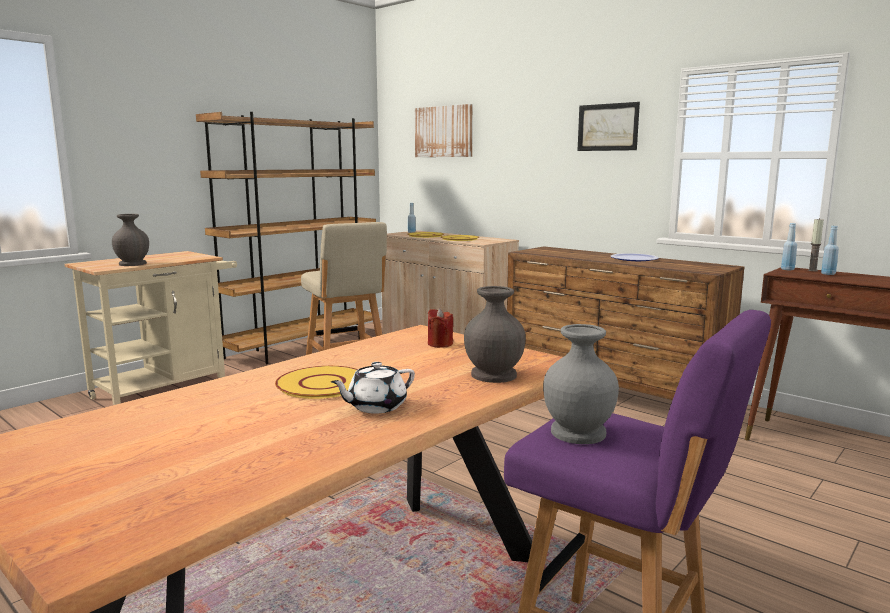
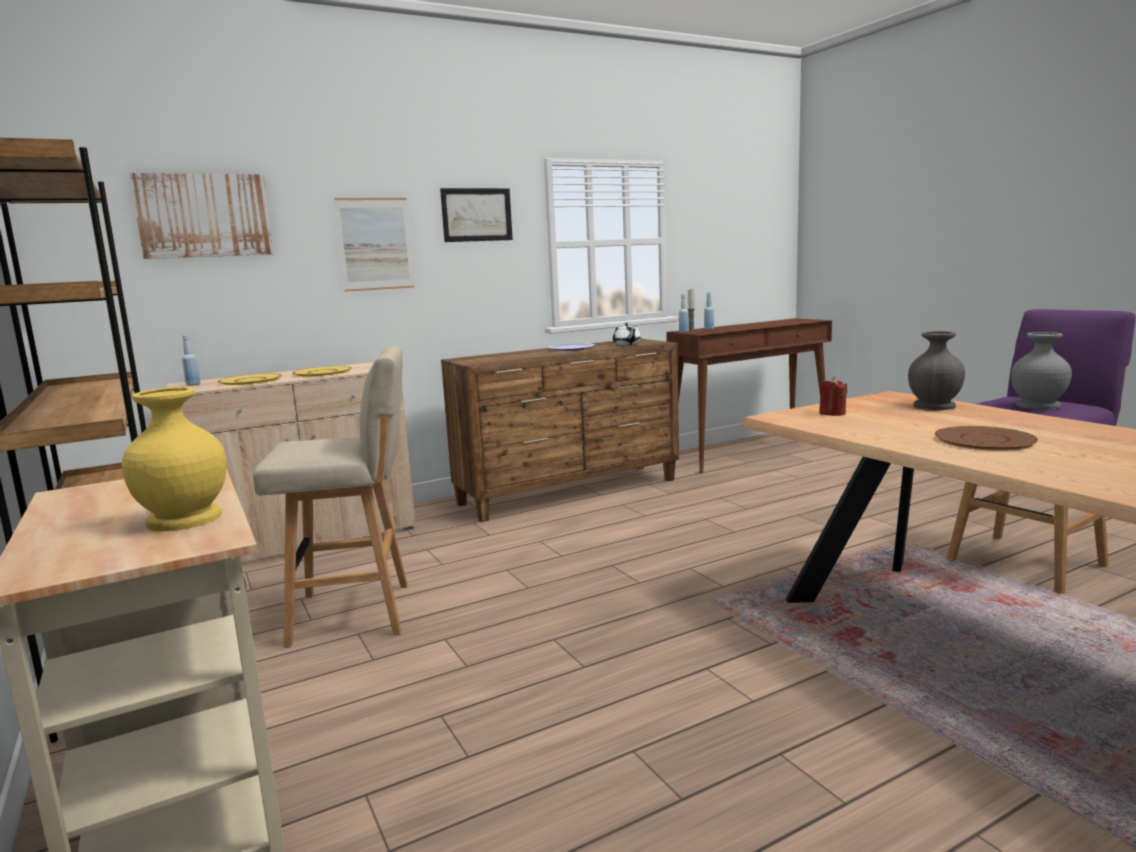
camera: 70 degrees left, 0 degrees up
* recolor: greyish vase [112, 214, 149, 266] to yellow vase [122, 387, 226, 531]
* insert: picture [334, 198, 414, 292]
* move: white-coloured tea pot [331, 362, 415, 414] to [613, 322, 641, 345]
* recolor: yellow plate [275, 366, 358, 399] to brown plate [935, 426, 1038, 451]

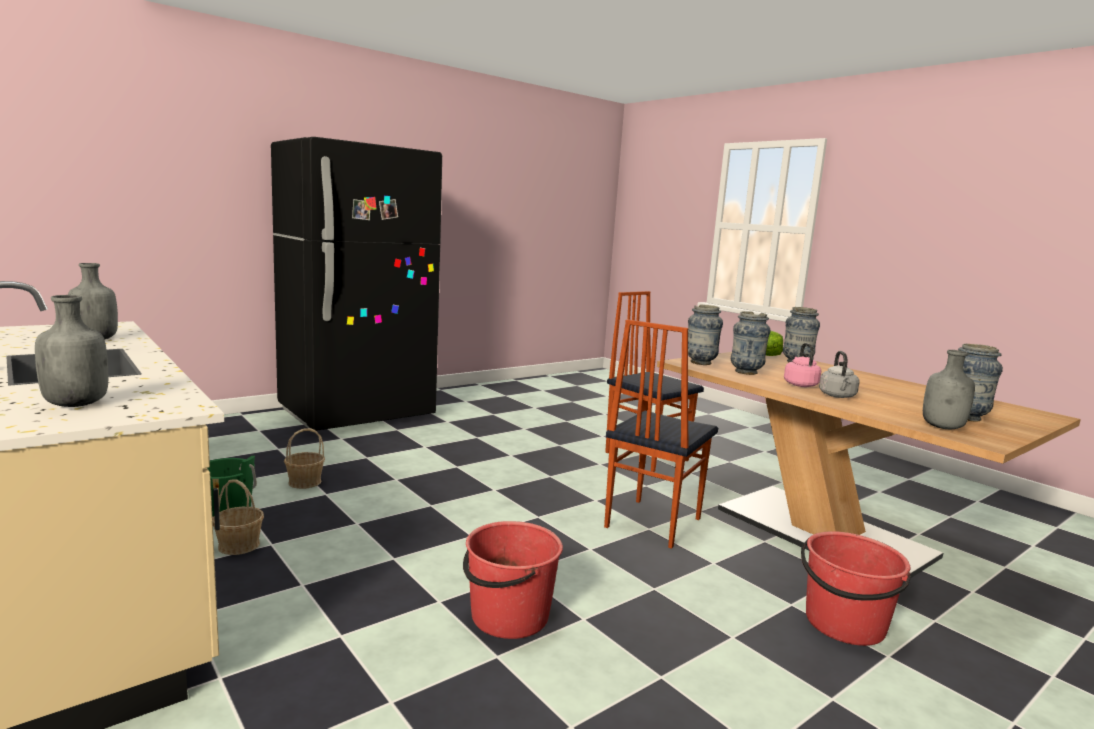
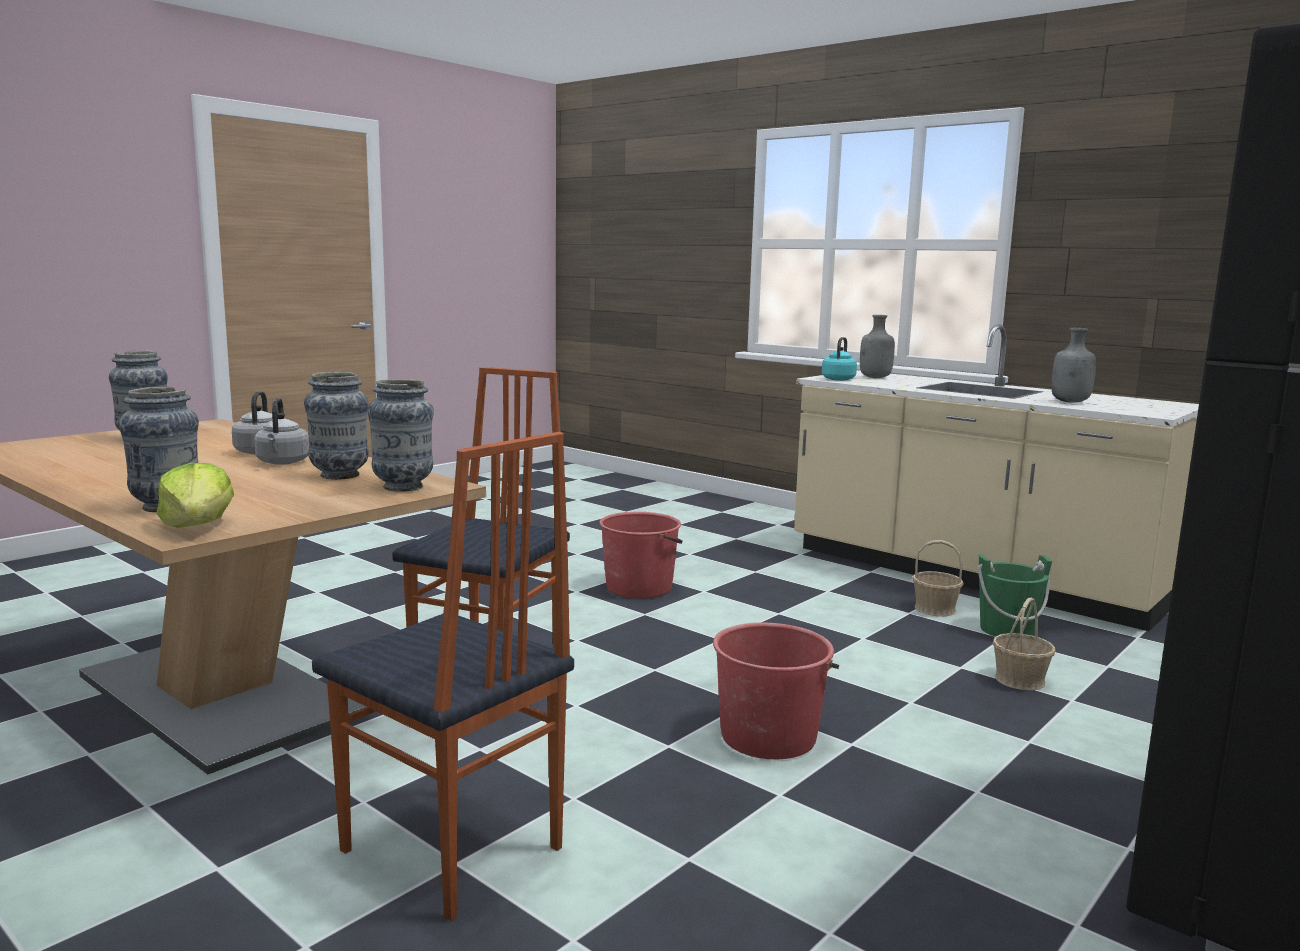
camera: 170 degrees right, 0 degrees up
* recolor: pink-coloured kettle [784, 343, 821, 387] to greyish kettle [254, 398, 309, 465]
* move: red-coloured pail [801, 531, 911, 646] to [713, 623, 839, 760]
* insert: turquoise-coloured kettle [822, 337, 857, 381]
* delete: greyish beverage bottle [923, 350, 975, 429]

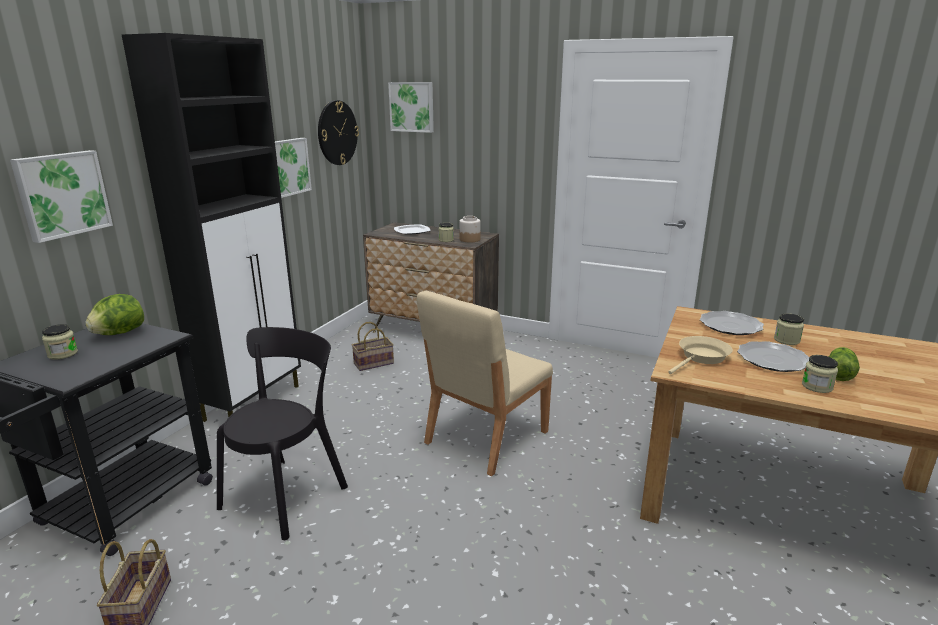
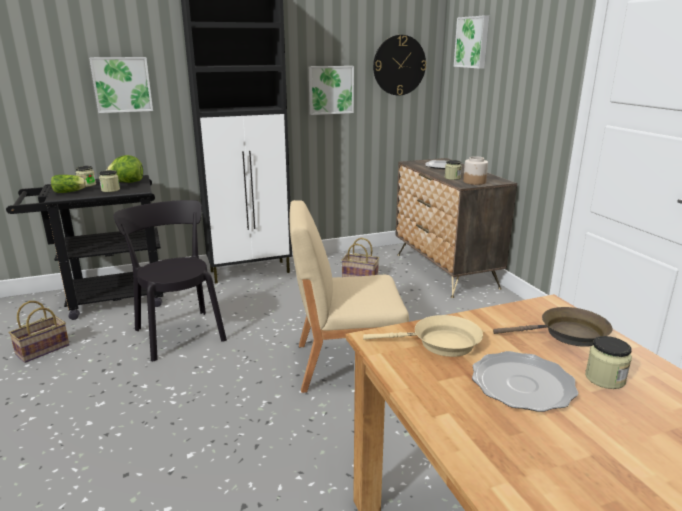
camera: 45 degrees right, 0 degrees up
* move: lettuce head [829, 347, 860, 381] to [51, 175, 87, 193]
* move: jar [802, 355, 838, 393] to [99, 170, 120, 192]
* rotate: black-coloured plain chair [217, 327, 348, 540] = [114, 200, 227, 361] 105 degrees counterclockwise
* replace: plate [700, 311, 764, 335] to brown frying pan [493, 307, 613, 347]

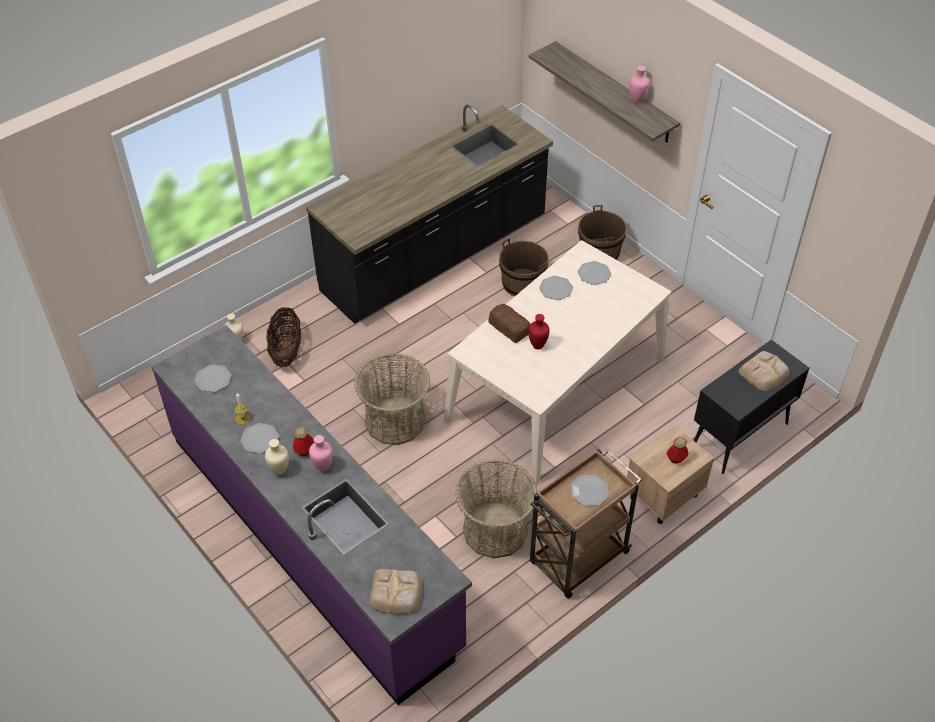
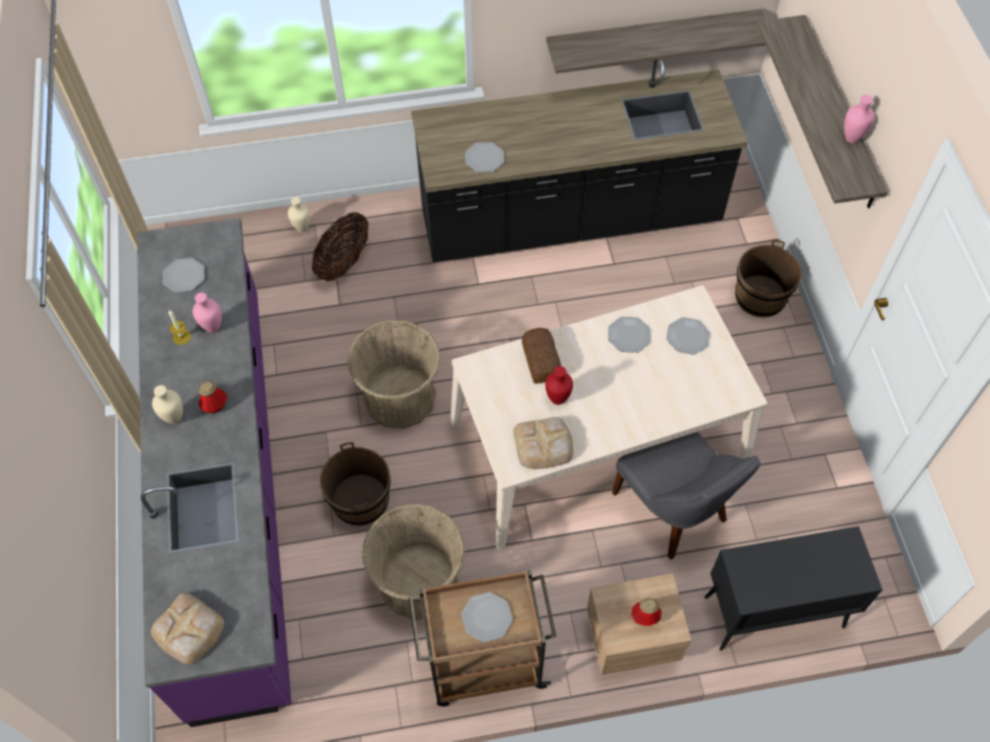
camera: 30 degrees right, 10 degrees up
* move: pink-coloured vase [309, 435, 333, 471] to [193, 293, 222, 333]
* move: brown pail [499, 238, 549, 296] to [320, 442, 391, 526]
* move: plate [240, 423, 279, 454] to [465, 142, 504, 172]
* move: bread [738, 351, 790, 391] to [513, 417, 573, 469]
* insert: shelf [546, 9, 766, 74]
* insert: greyish plain chair [612, 432, 760, 560]

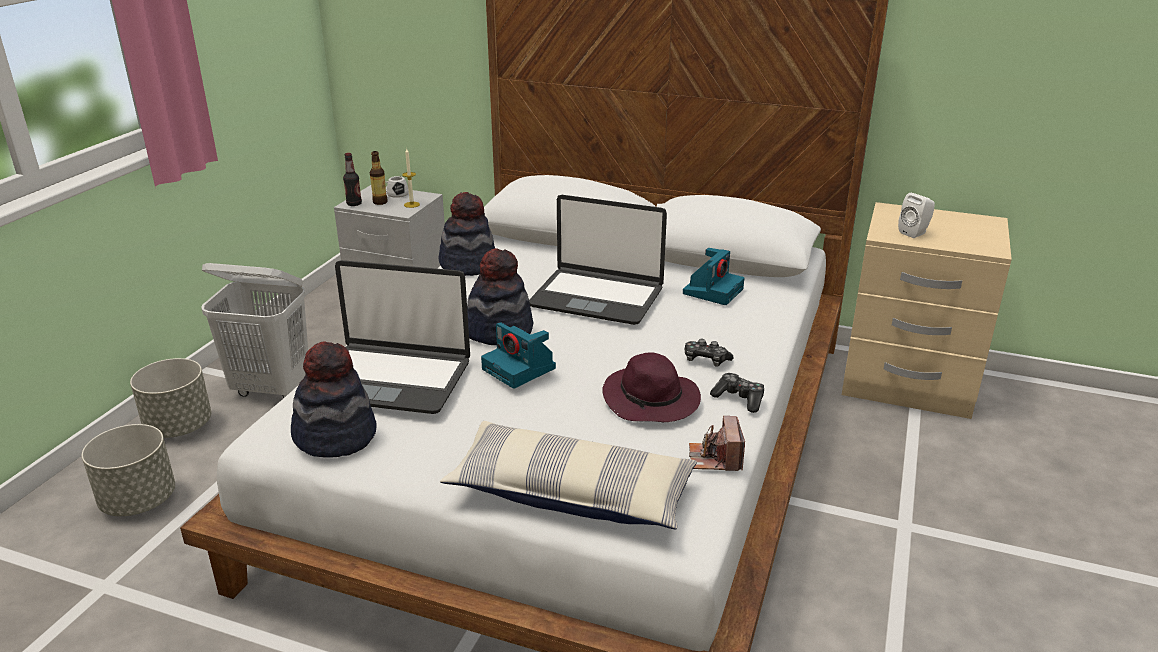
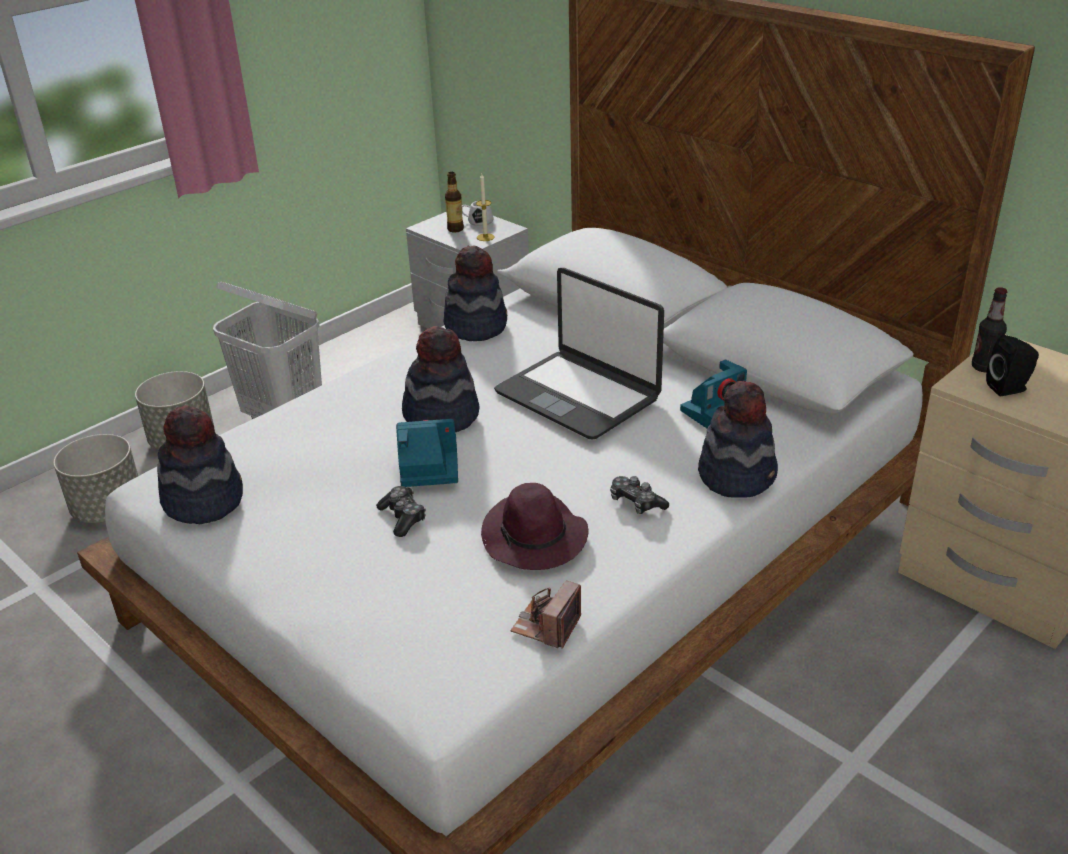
camera: 25 degrees right, 5 degrees up
* move: joypad [710, 373, 764, 413] to [376, 486, 426, 537]
* rotate: still camera [481, 322, 556, 389] = [396, 419, 458, 487] 105 degrees clockwise
* insert: clothing hat [698, 381, 778, 498]
* move: beverage bottle [343, 153, 362, 206] to [972, 287, 1007, 373]
* recolor: white-coloured loudspeaker [898, 193, 935, 238] to black-coloured loudspeaker [986, 335, 1039, 396]
* delete: portable computer [335, 260, 470, 414]
* delete: cushion [440, 421, 697, 529]

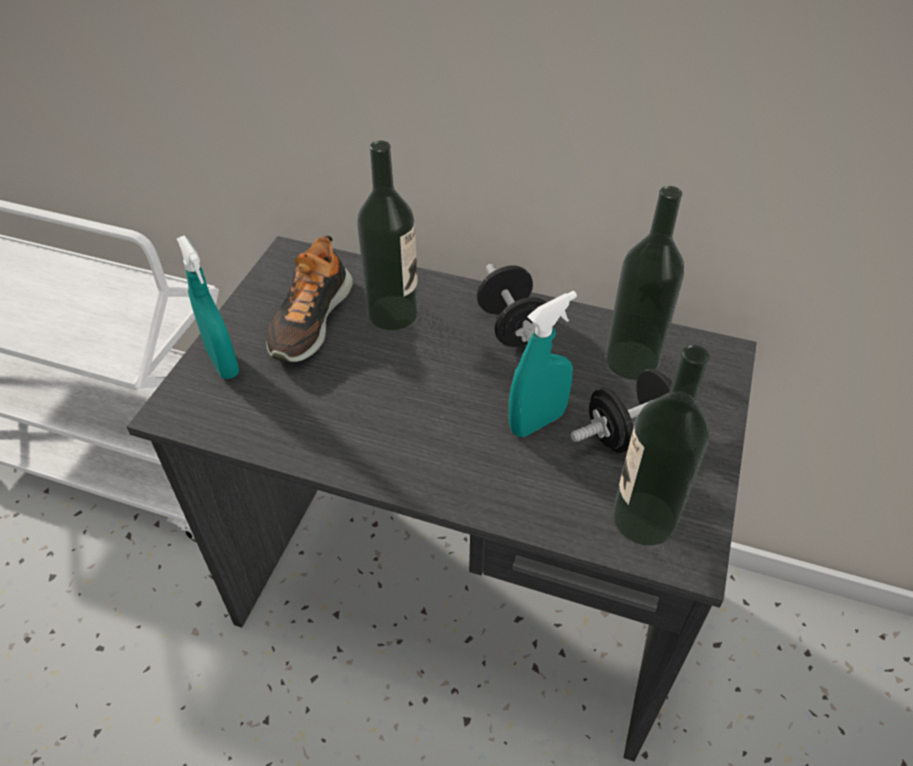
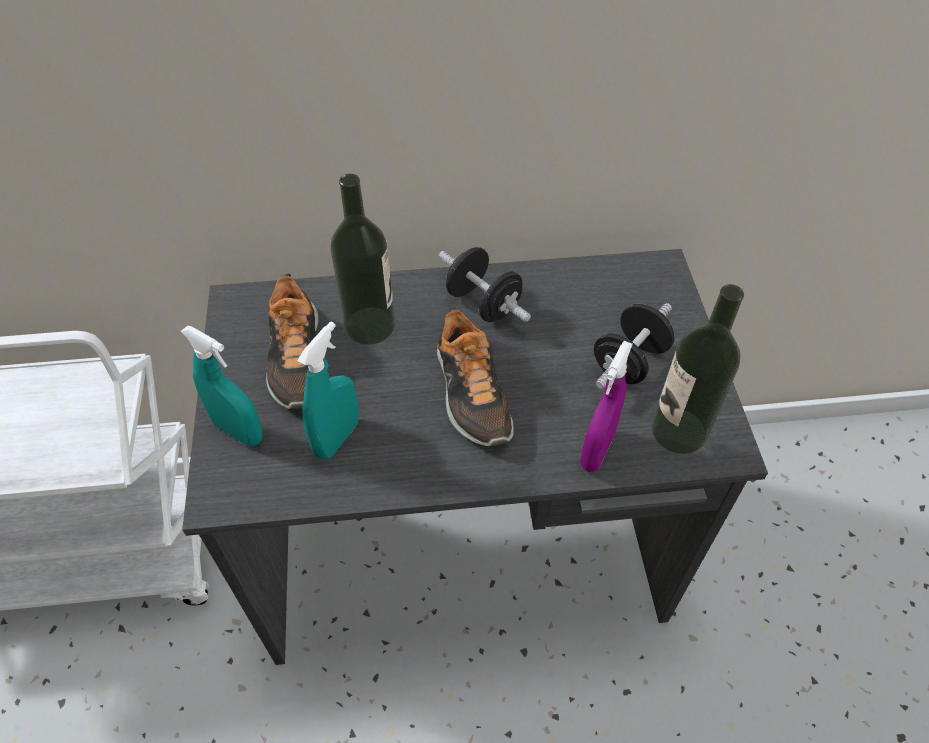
camera: 25 degrees left, 5 degrees up
* move: turquoise-coloured spray bottle [509, 291, 577, 437] to [297, 321, 359, 459]
* insert: item of footwear [437, 307, 514, 447]
* insert: purple-coloured spray bottle [580, 341, 633, 472]
* delete: beverage bottle [605, 186, 684, 380]

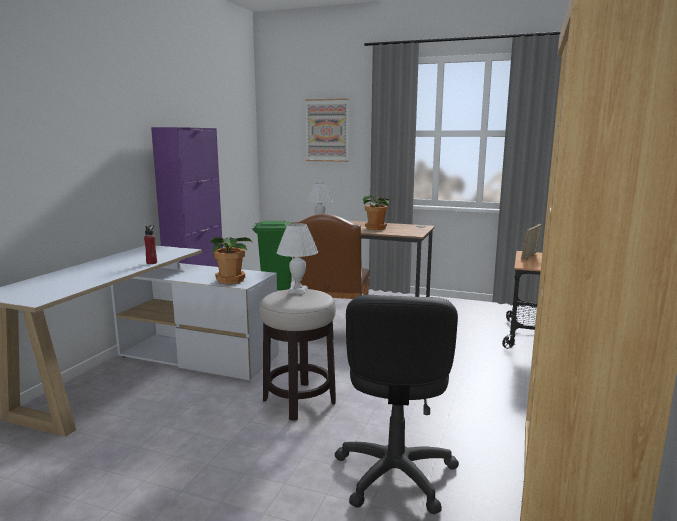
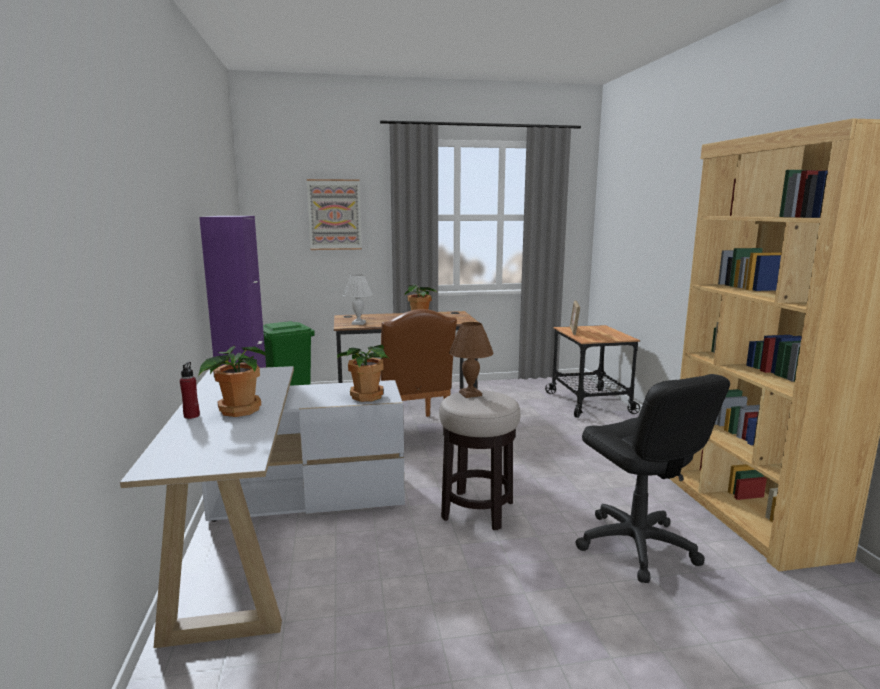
camera: 30 degrees left, 0 degrees up
* move: red-coloured beverage bottle [144, 225, 157, 264] to [180, 362, 200, 419]
* insert: plant in a pot [198, 345, 265, 417]
* recolor: white-coloured lamp for a table [277, 223, 318, 294] to brown lamp for a table [449, 322, 494, 398]

